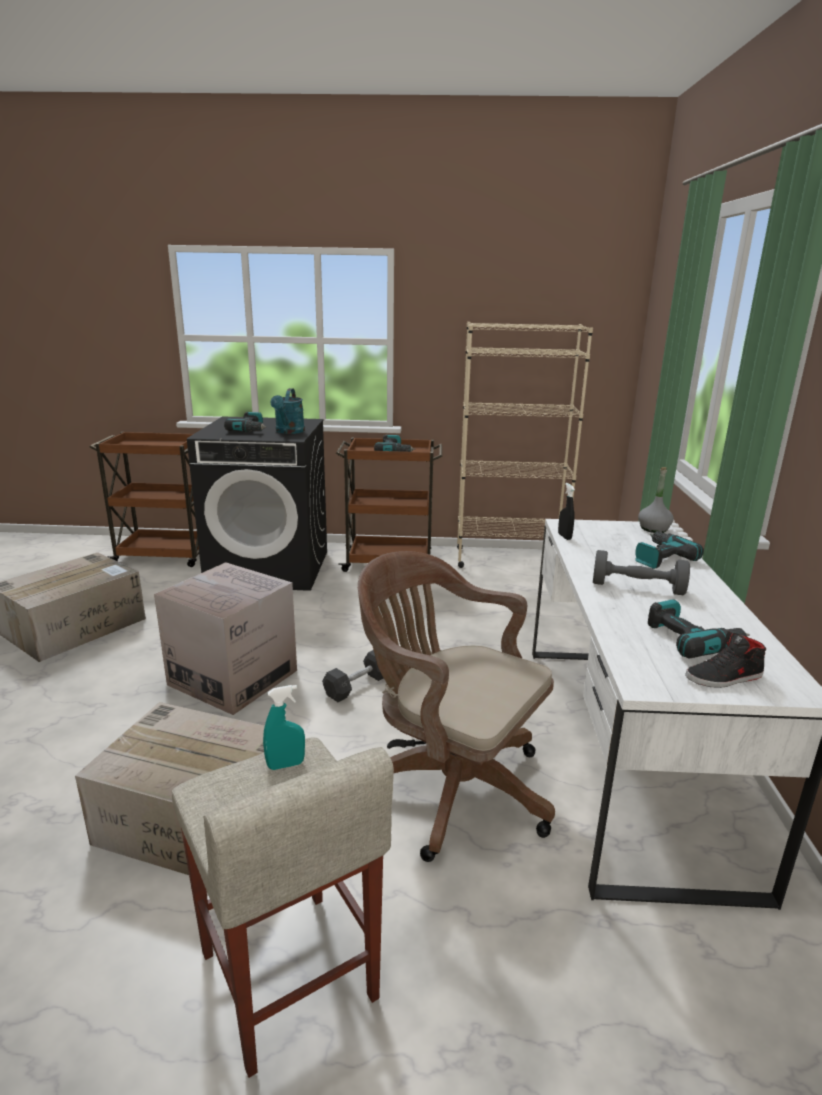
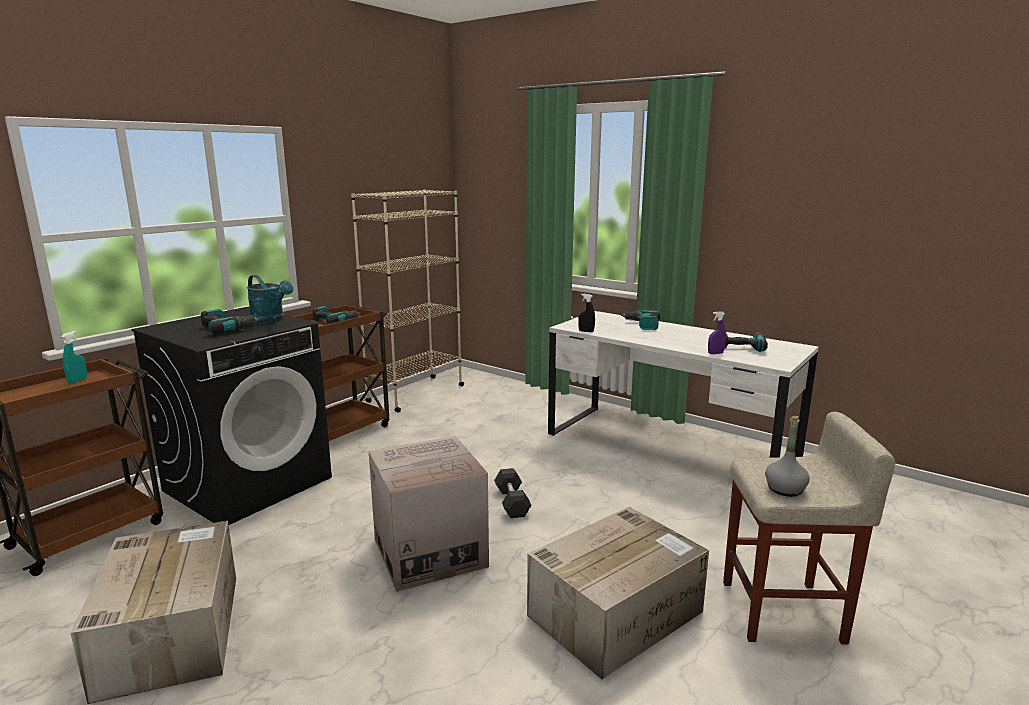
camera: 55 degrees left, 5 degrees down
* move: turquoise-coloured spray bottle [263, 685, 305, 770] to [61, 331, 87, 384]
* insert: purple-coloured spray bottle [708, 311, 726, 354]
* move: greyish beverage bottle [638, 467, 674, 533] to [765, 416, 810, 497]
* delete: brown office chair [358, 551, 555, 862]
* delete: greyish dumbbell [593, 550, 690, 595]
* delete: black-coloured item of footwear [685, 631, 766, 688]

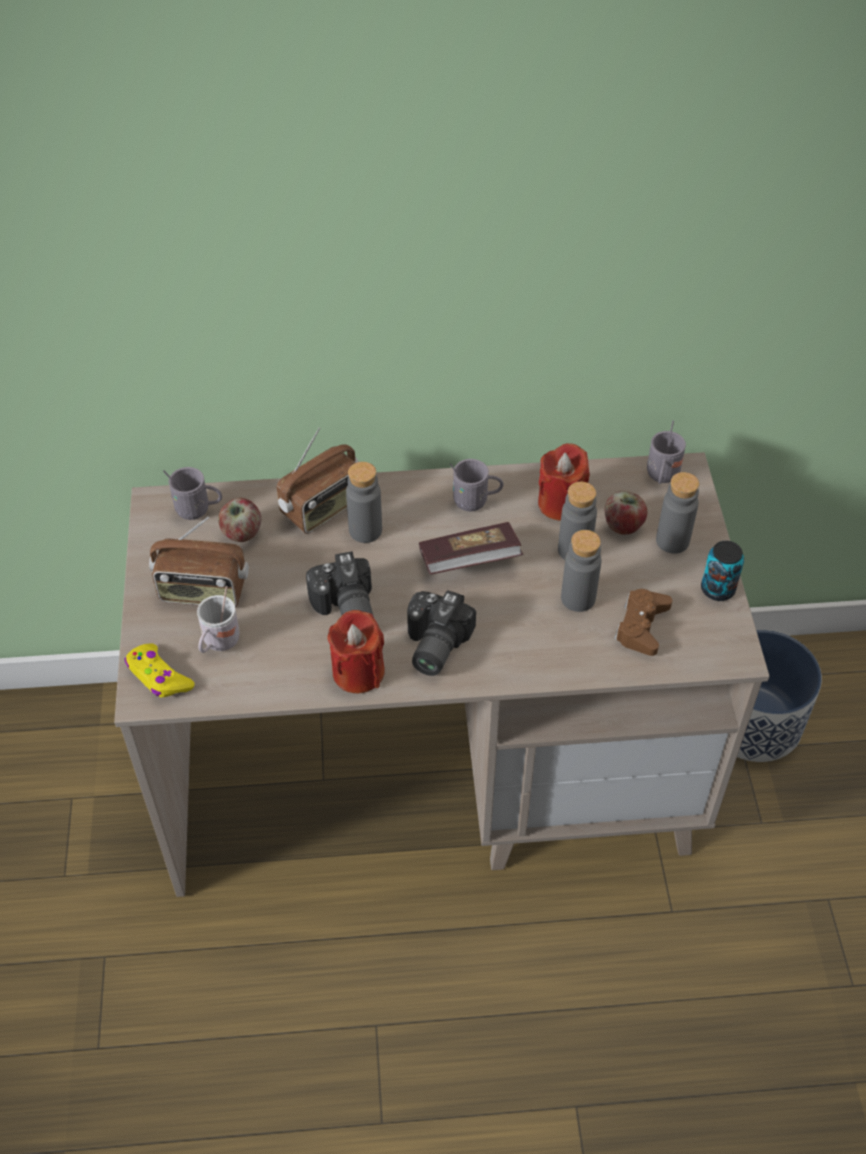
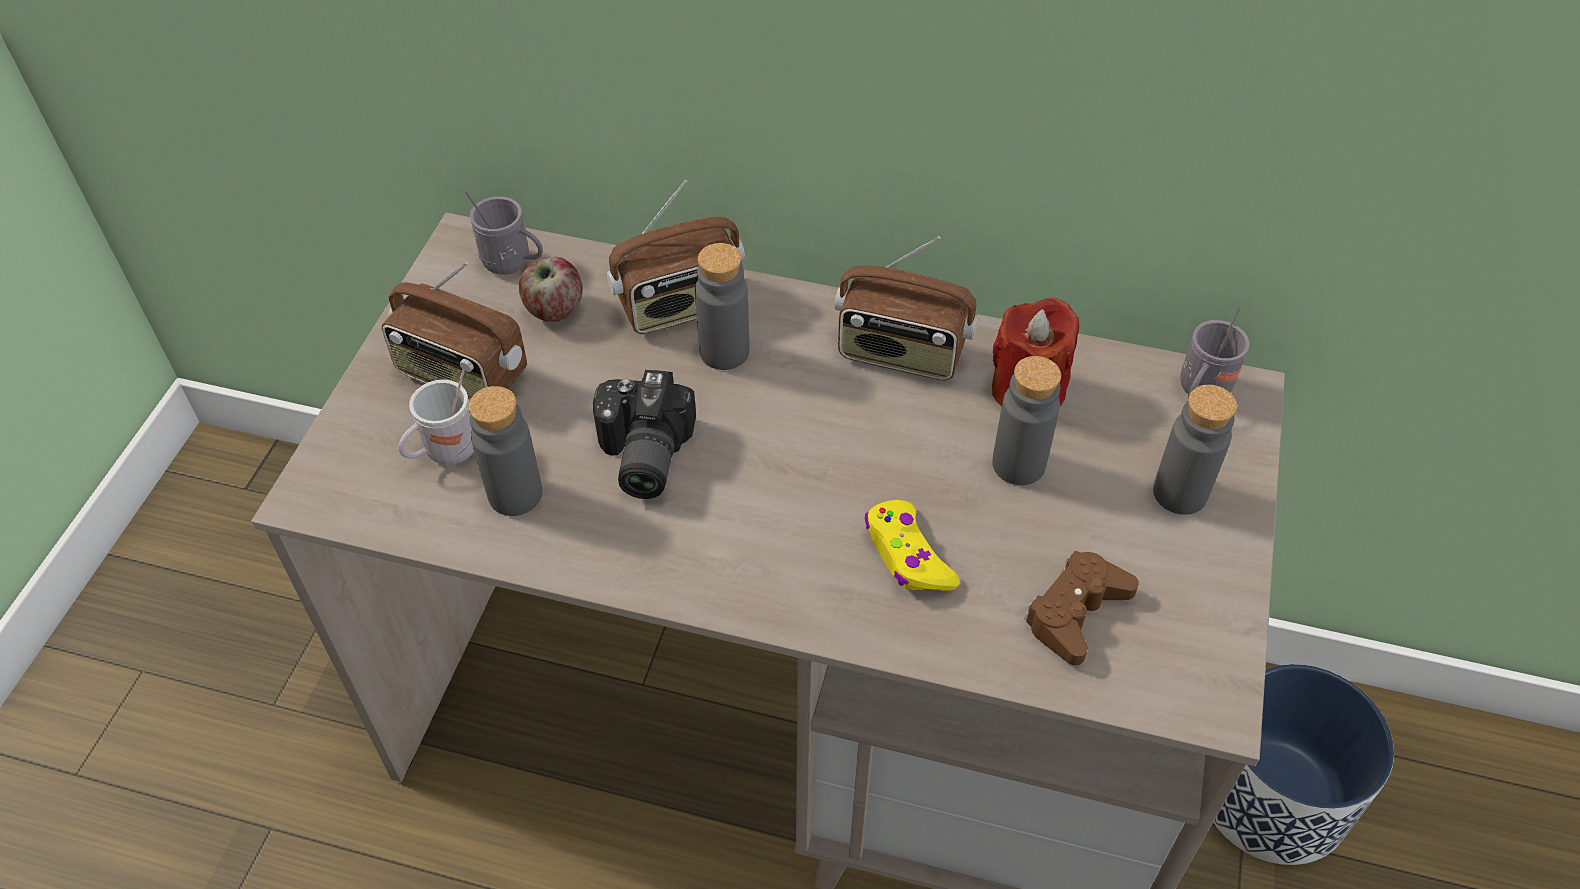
camera: 20 degrees right, 0 degrees up
* move: greyish beverage bottle [561, 530, 602, 612] to [468, 386, 542, 516]
* replace: greyish coffee mug [450, 459, 503, 511] to radio set [835, 236, 979, 380]
* move: yellow joypad [125, 643, 195, 697] to [865, 500, 960, 591]
* delete: red-coloured candle [327, 610, 385, 693]
* delete: still camera [407, 590, 476, 676]
* delete: book [419, 522, 523, 574]
* delete: apple fruit [605, 491, 647, 535]
* delete: can [701, 541, 744, 601]

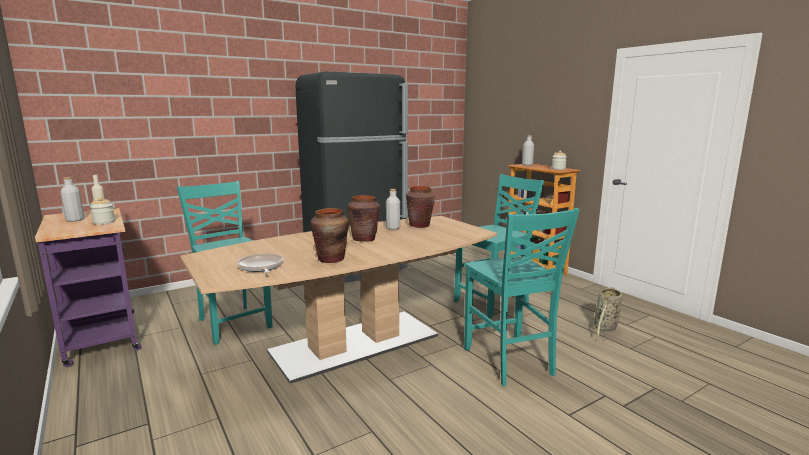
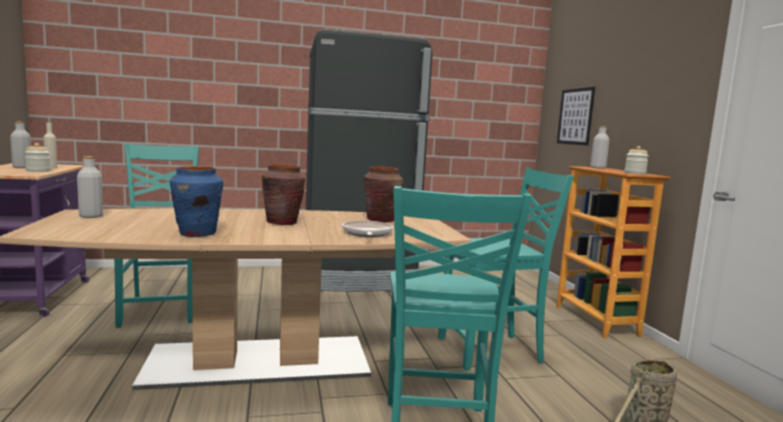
camera: 20 degrees right, 5 degrees down
* move: greyish beverage bottle [386, 189, 400, 230] to [77, 156, 103, 218]
* recolor: brown vase [311, 208, 349, 263] to blue-coloured vase [169, 166, 223, 237]
* move: frying pan [238, 254, 283, 273] to [342, 220, 393, 237]
* insert: picture [557, 87, 595, 146]

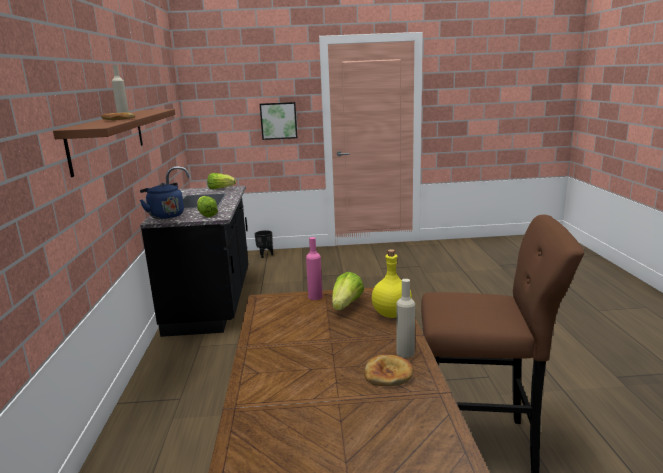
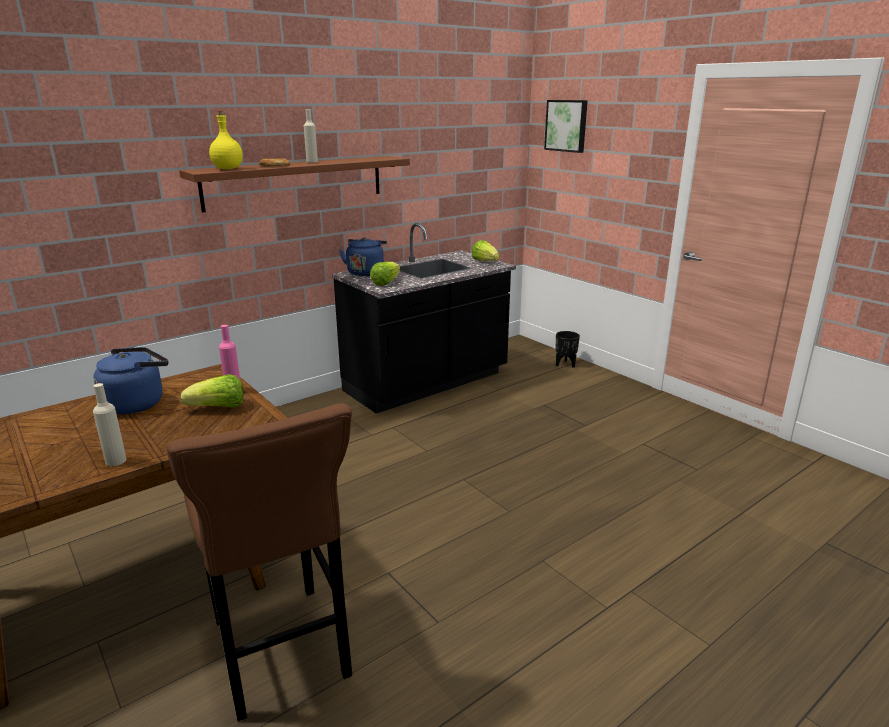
camera: 55 degrees right, 5 degrees up
* insert: blue-coloured kettle [94, 347, 168, 414]
* move: yellow beverage bottle [372, 249, 412, 318] to [209, 111, 243, 169]
* move: picture [260, 102, 297, 140] to [544, 100, 588, 153]
* delete: bread [364, 354, 414, 386]

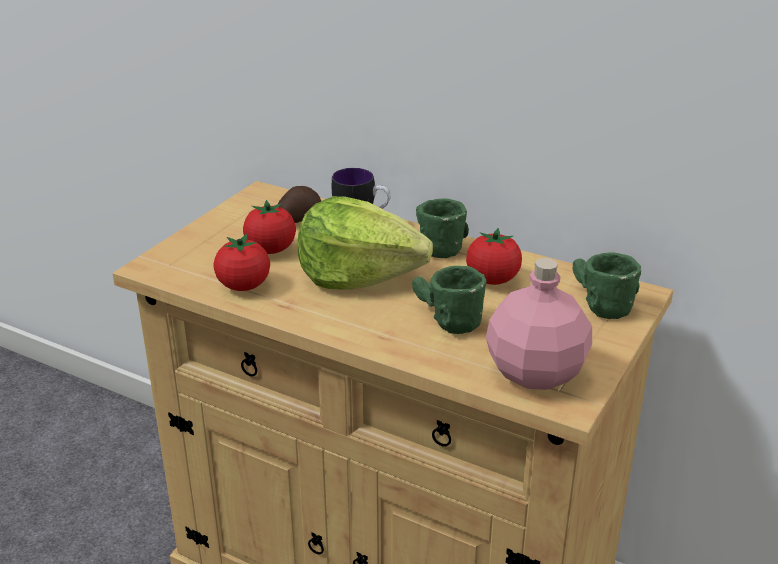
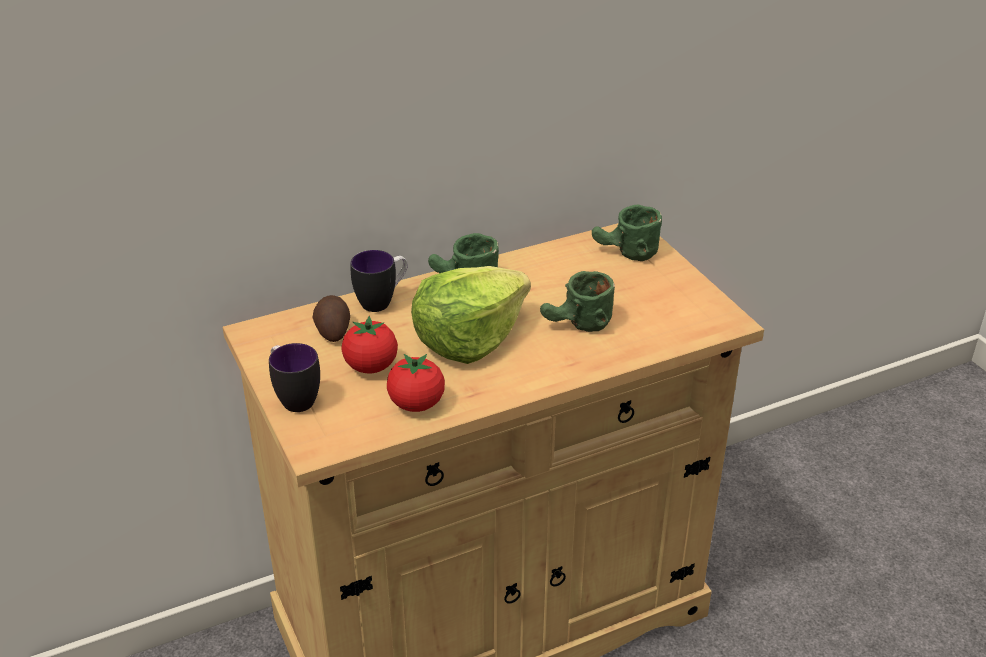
camera: 55 degrees left, 5 degrees up
* insert: coffee mug [269, 343, 320, 412]
* delete: fresh tomato [466, 228, 522, 285]
* delete: pink-coloured beverage bottle [486, 258, 592, 390]

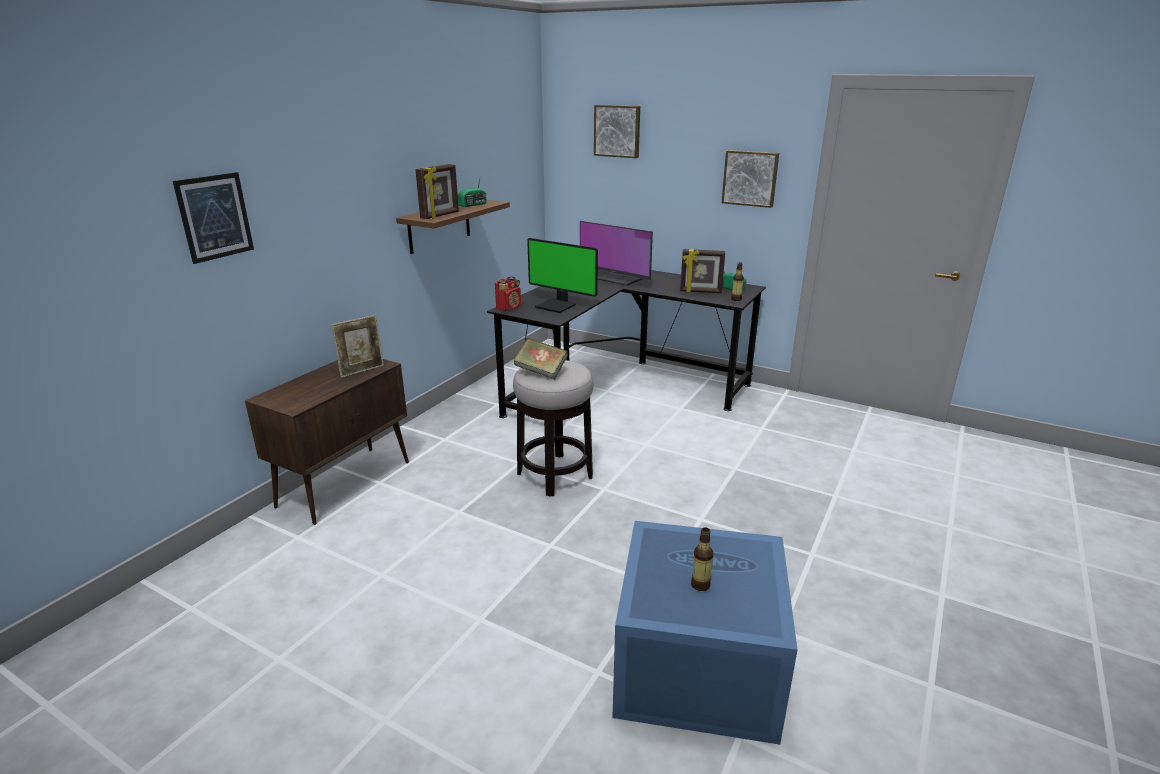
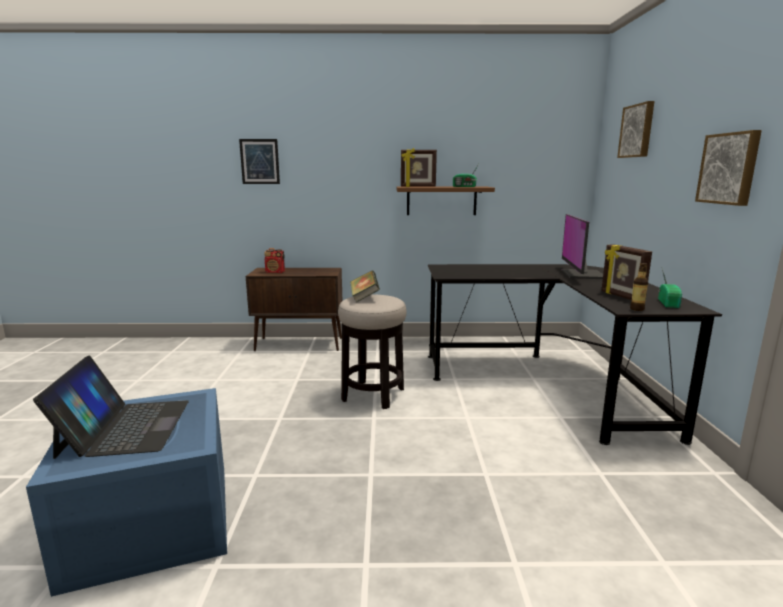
camera: 60 degrees right, 10 degrees down
* replace: beverage bottle [691, 527, 713, 591] to portable computer [33, 355, 189, 459]
* move: radio set [495, 277, 521, 311] to [264, 248, 285, 273]
* delete: standing frame [331, 315, 384, 378]
* delete: computer screen [527, 238, 598, 313]

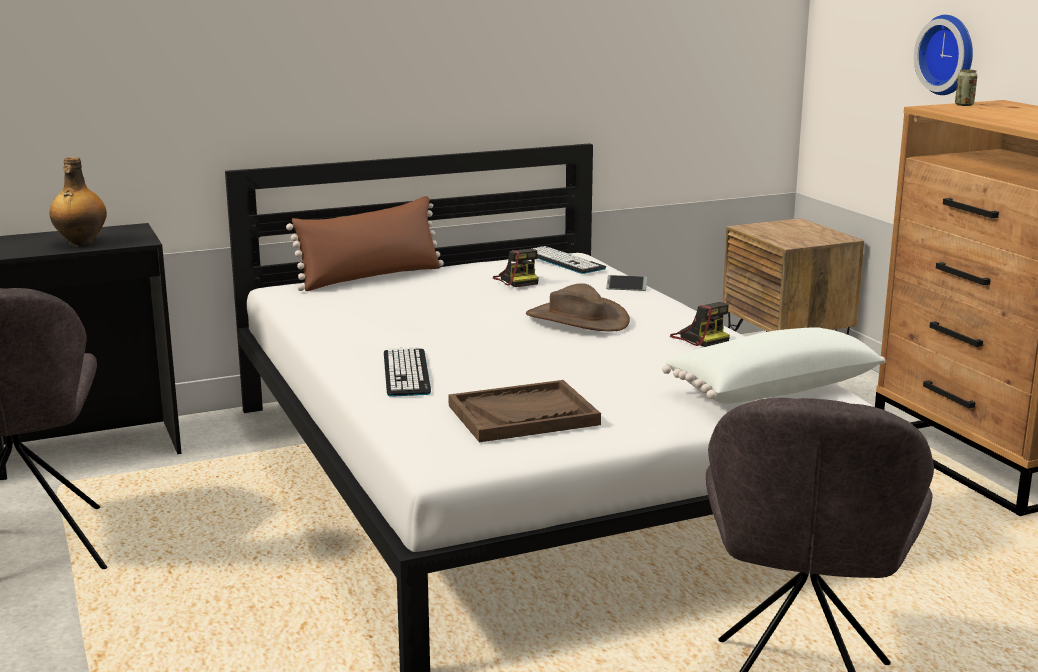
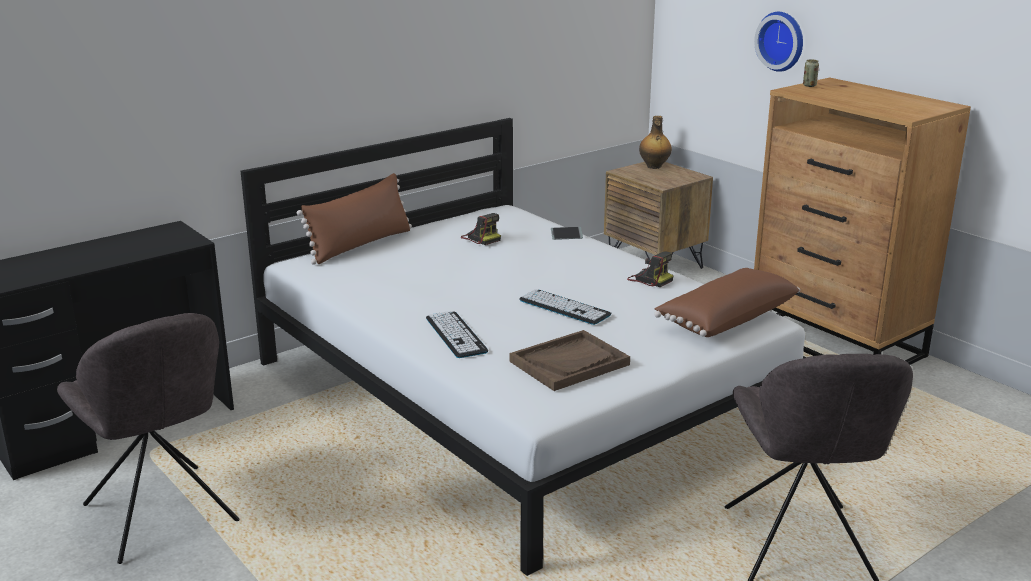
camera: 15 degrees left, 5 degrees up
* move: computer keyboard [531, 246, 606, 274] to [519, 289, 611, 325]
* move: beverage bottle [49, 157, 107, 246] to [639, 116, 672, 169]
* recolor: white-coloured cushion [662, 327, 886, 404] to brown cushion [654, 268, 800, 337]
* delete: brown clothing hat [526, 283, 630, 331]

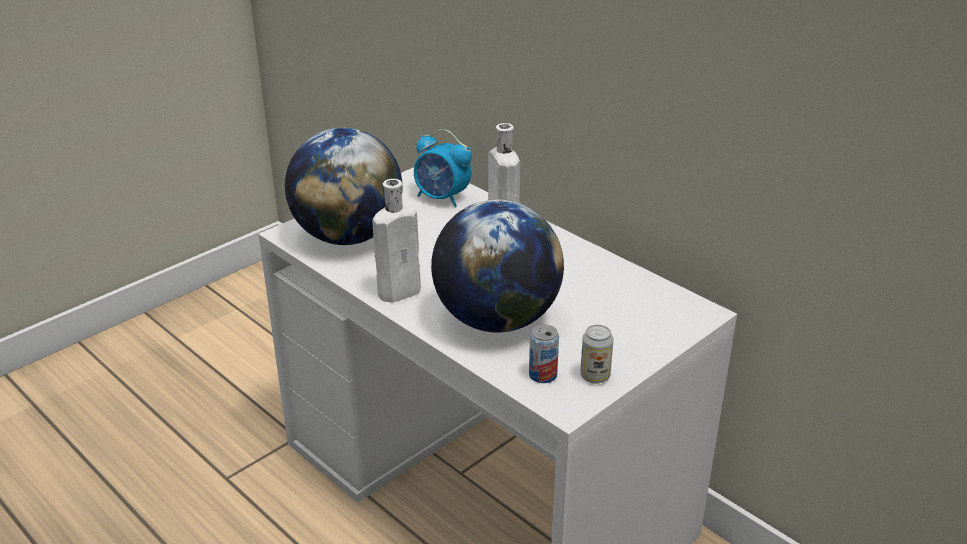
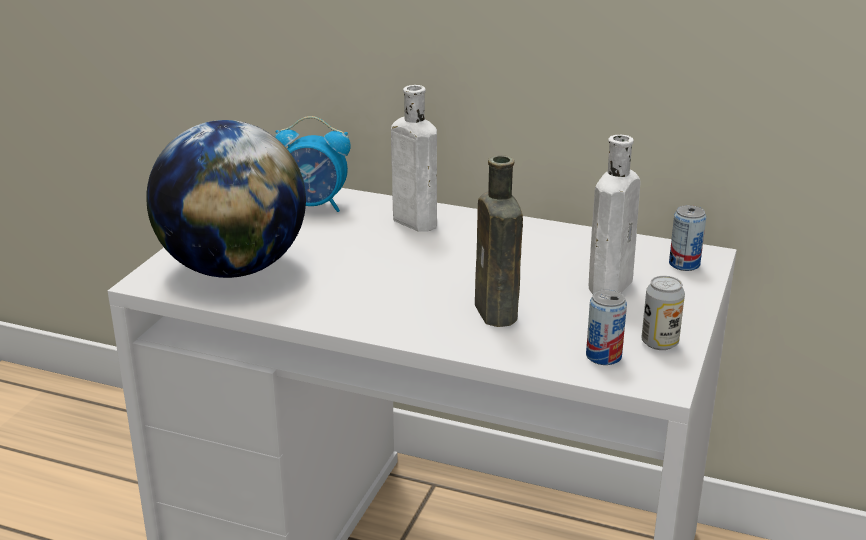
camera: 25 degrees left, 5 degrees down
* replace: world globe [431, 200, 564, 333] to brown beverage bottle [475, 155, 523, 327]
* move: white-coloured beverage bottle [373, 179, 421, 302] to [589, 135, 641, 294]
* insert: can [669, 205, 706, 271]

